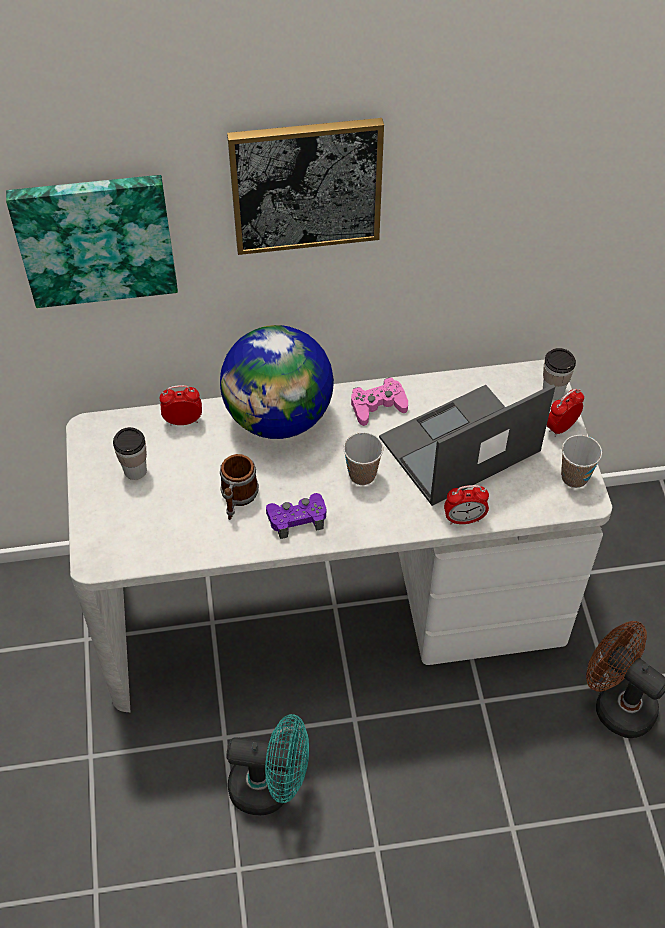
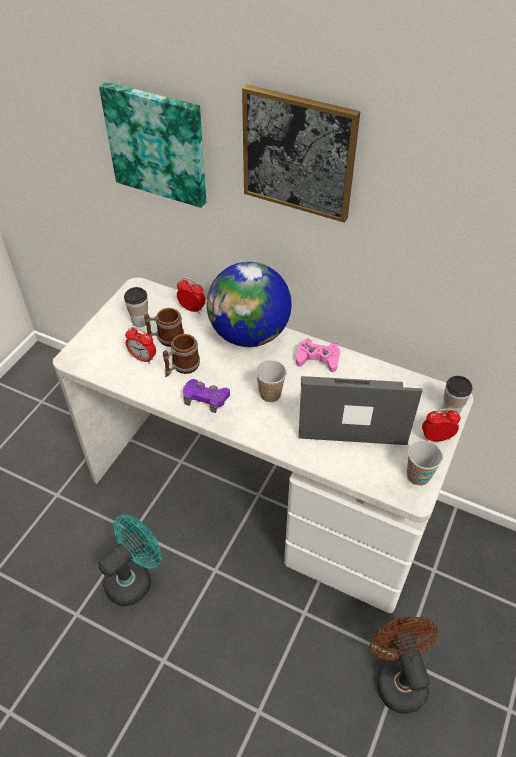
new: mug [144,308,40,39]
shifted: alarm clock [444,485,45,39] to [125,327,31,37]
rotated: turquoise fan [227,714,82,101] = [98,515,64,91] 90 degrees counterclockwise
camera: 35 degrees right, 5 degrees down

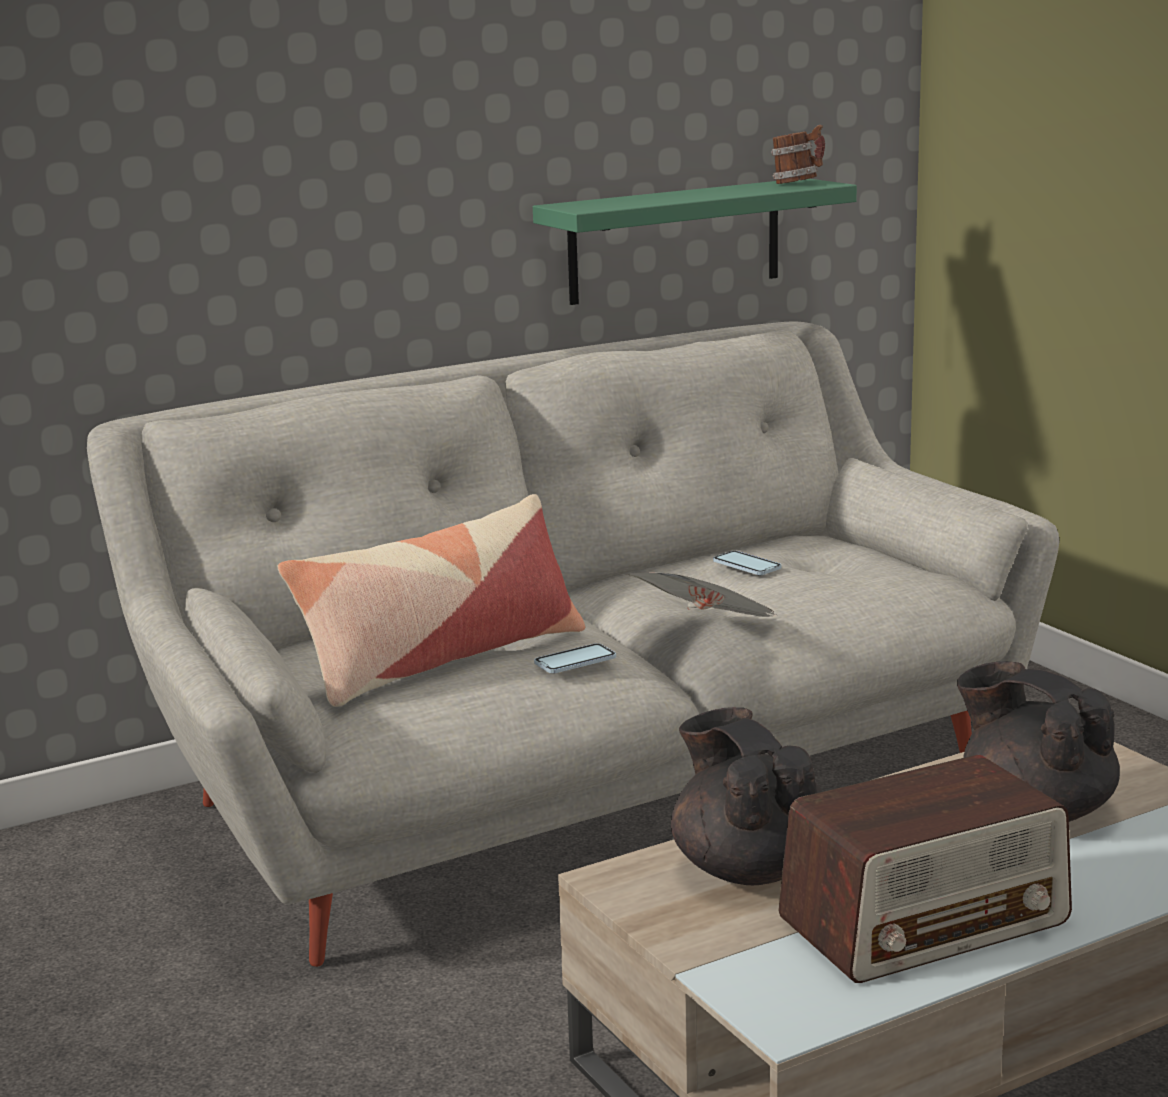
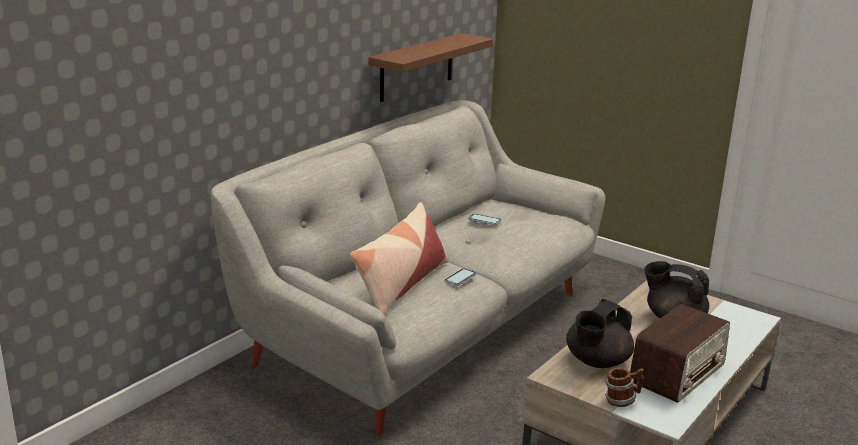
gone: newspaper [627,572,149,45]
shifted: mug [771,125,54,59] to [605,367,39,40]
repainted: green shelf [533,179,324,126] to brown shelf [369,33,124,69]
rotated: black teapot [671,707,152,178] = [566,299,68,69] 90 degrees counterclockwise
camera: 25 degrees left, 5 degrees up

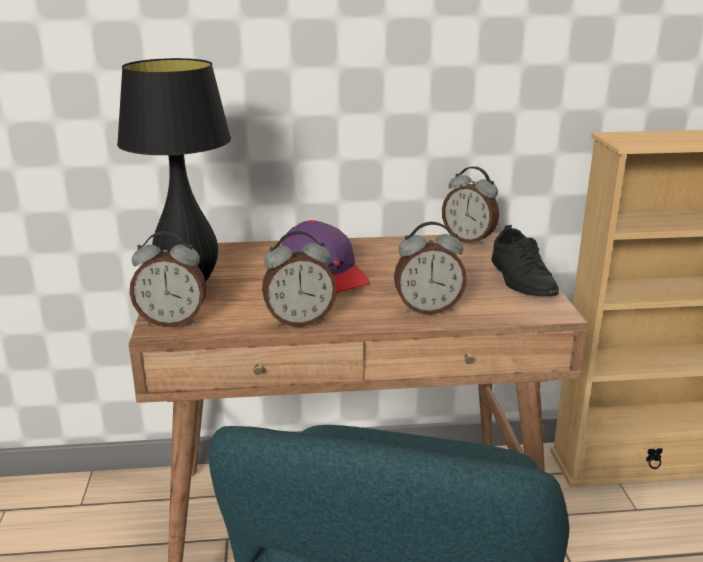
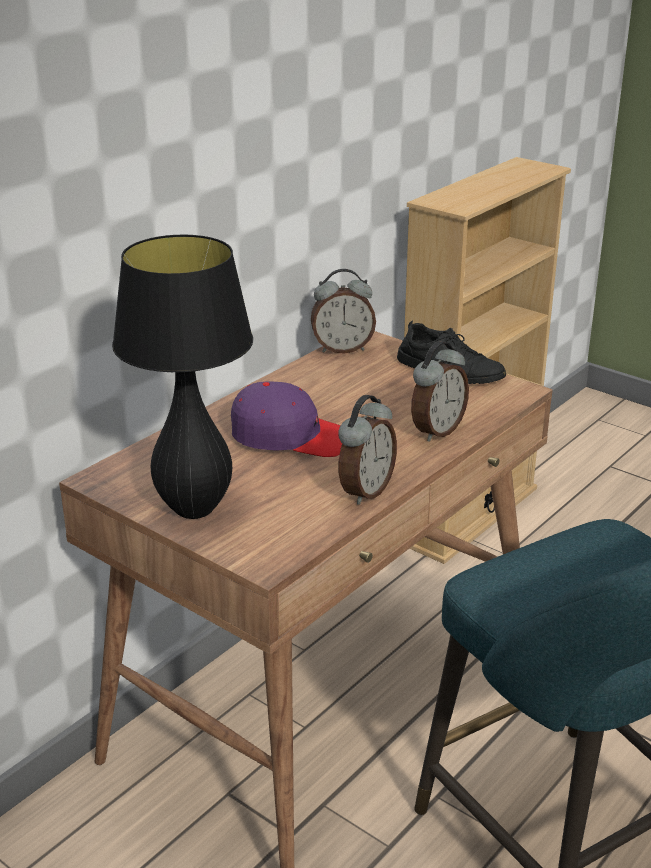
gone: alarm clock [129,231,77,96]
camera: 45 degrees left, 5 degrees up

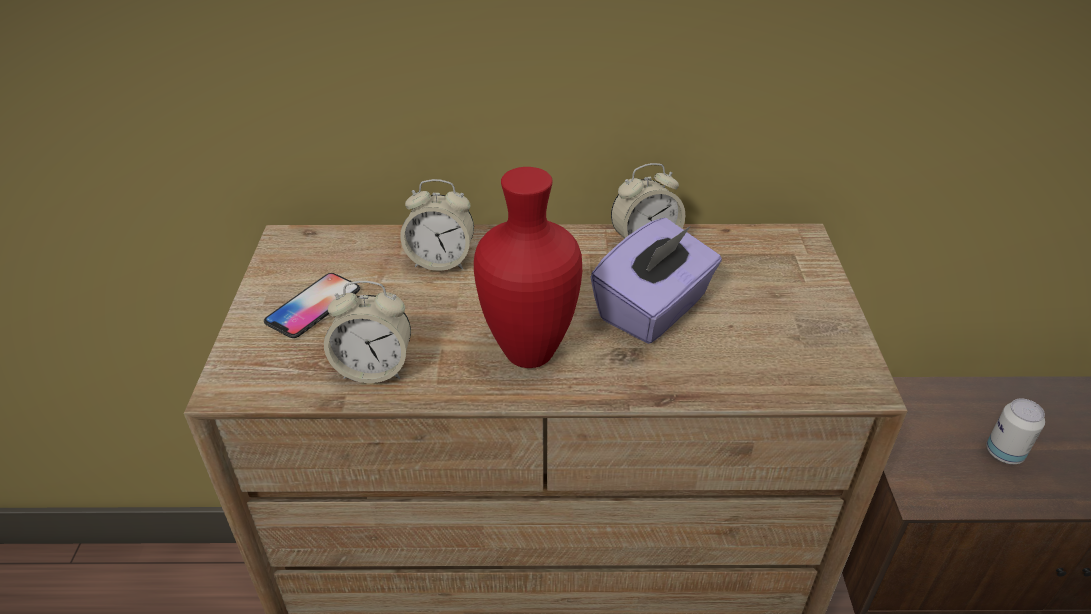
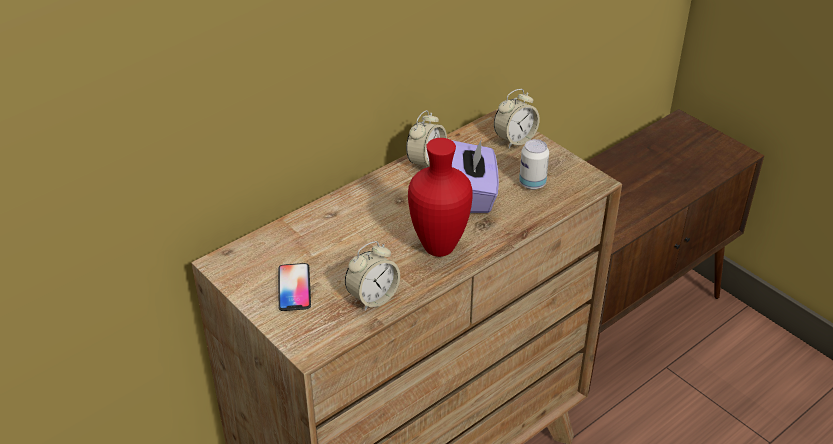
shifted: alarm clock [400,179,74,92] to [494,89,46,59]; can [986,399,59,65] to [519,139,30,51]
camera: 40 degrees left, 0 degrees up

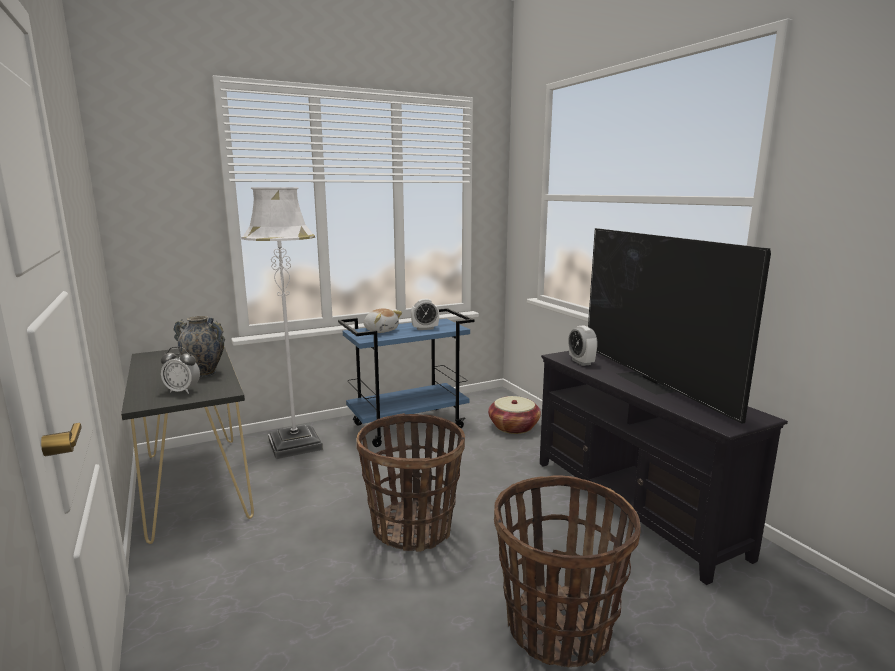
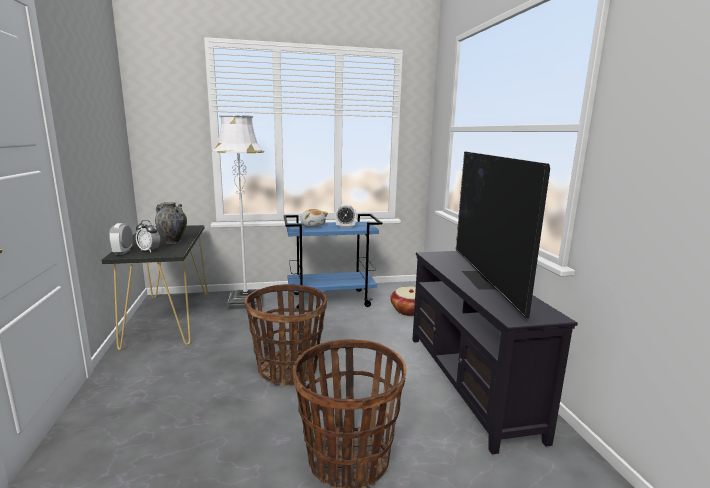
shifted: alarm clock [568,325,30,41] to [109,223,24,32]
camera: 15 degrees right, 0 degrees up

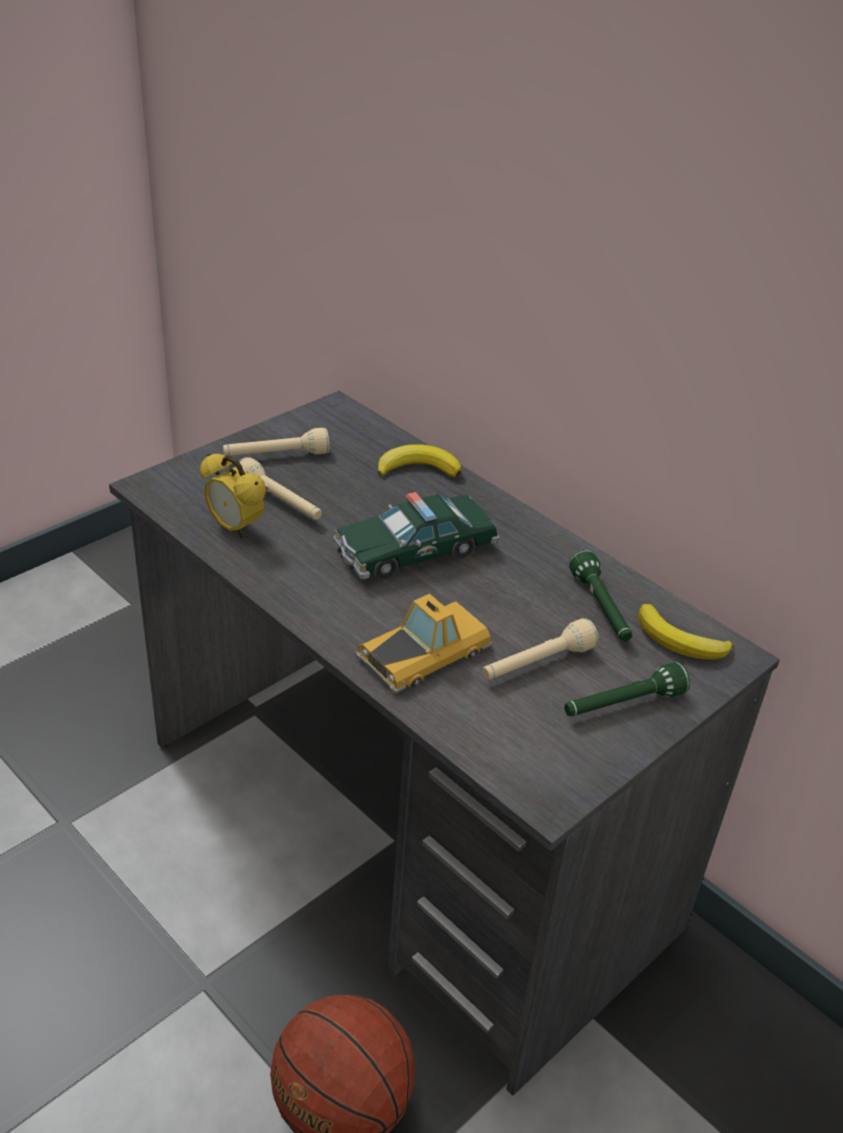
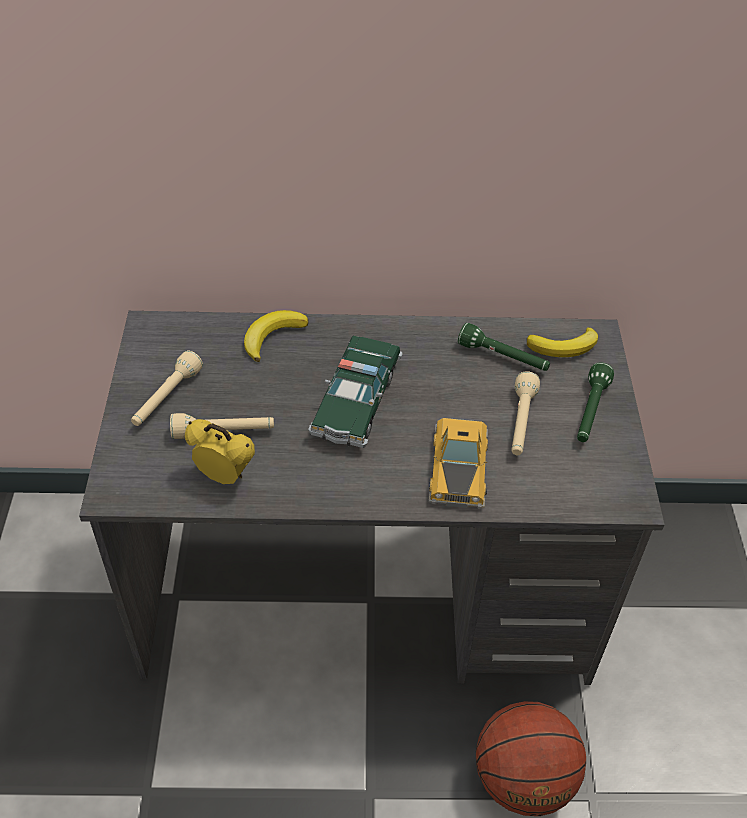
rotated: alarm clock [200,453,66,86] = [185,419,70,65] 150 degrees counterclockwise
camera: 45 degrees left, 10 degrees up

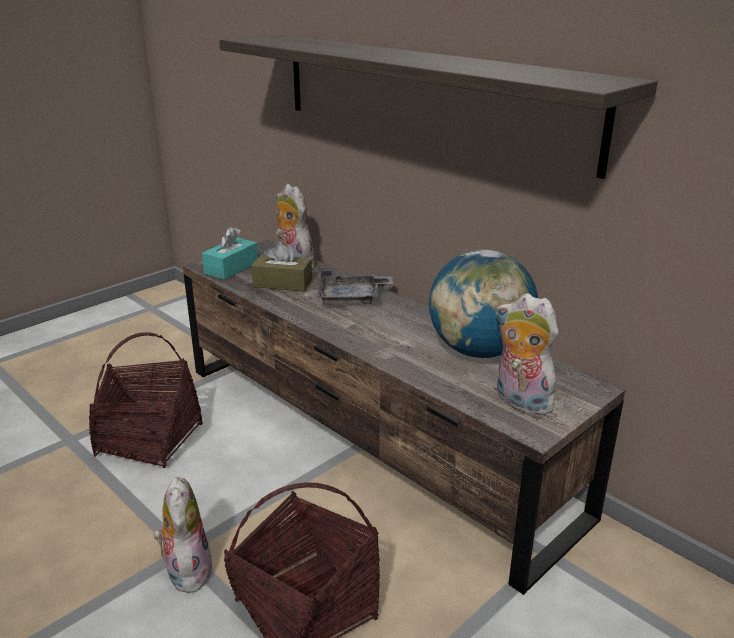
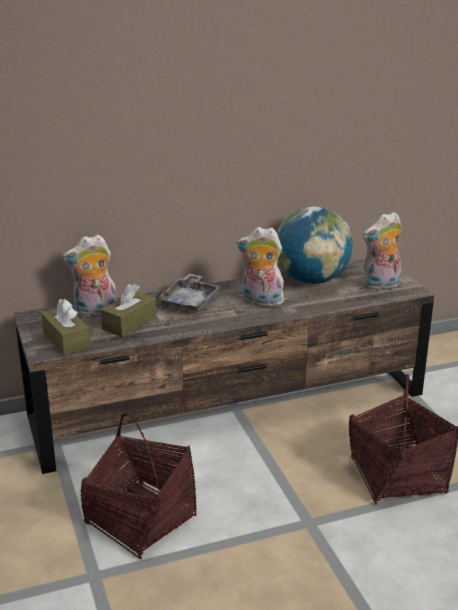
gone: shelf [219,34,439,145]
shifted: plush toy [153,477,60,116] to [236,227,48,82]
repainted: turquoise tissue box [202,227,56,53] to brown tissue box [41,299,50,56]
camera: 65 degrees left, 0 degrees up

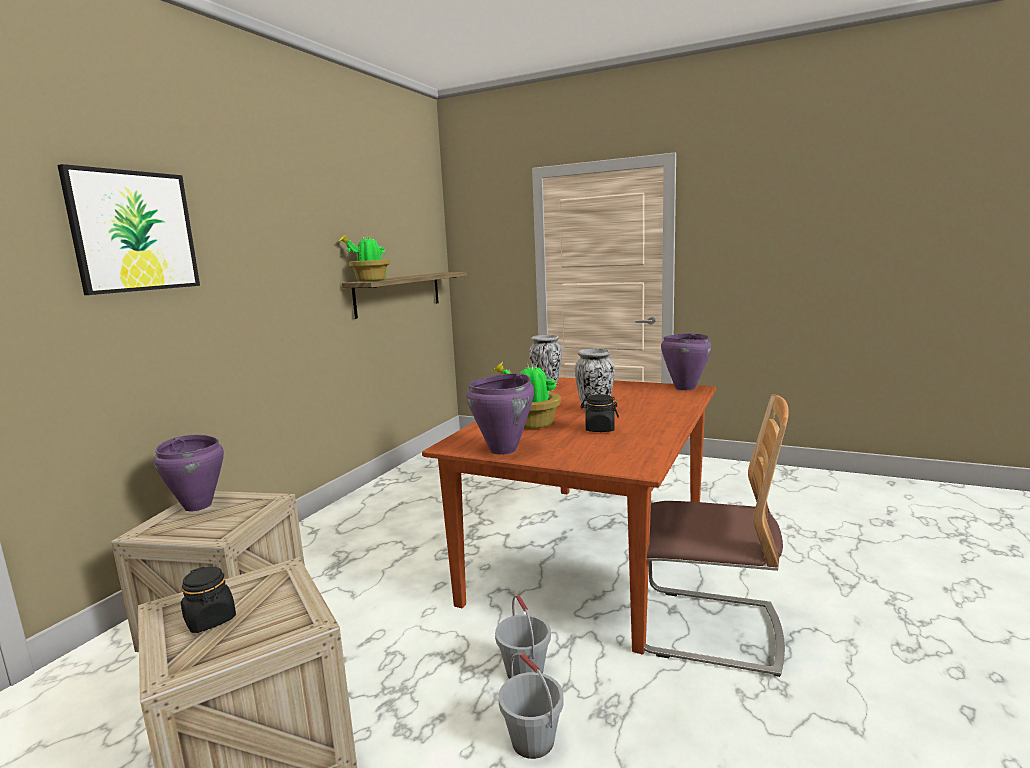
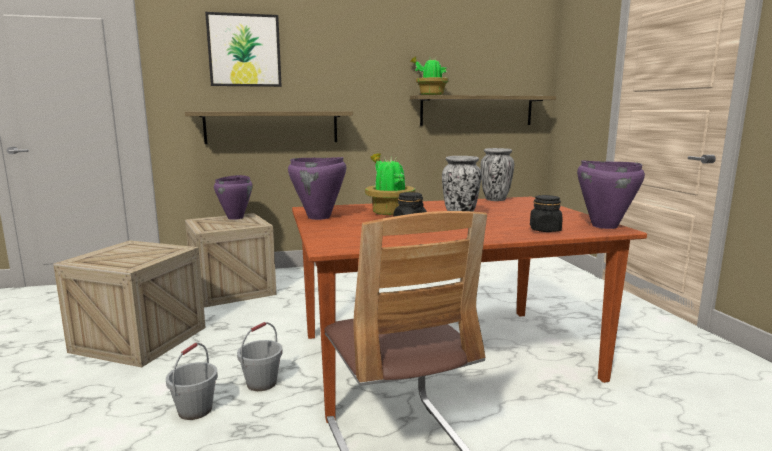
new: shelf [185,111,168,33]
shifted: black jar [181,566,55,67] to [530,195,33,37]
camera: 50 degrees right, 0 degrees up

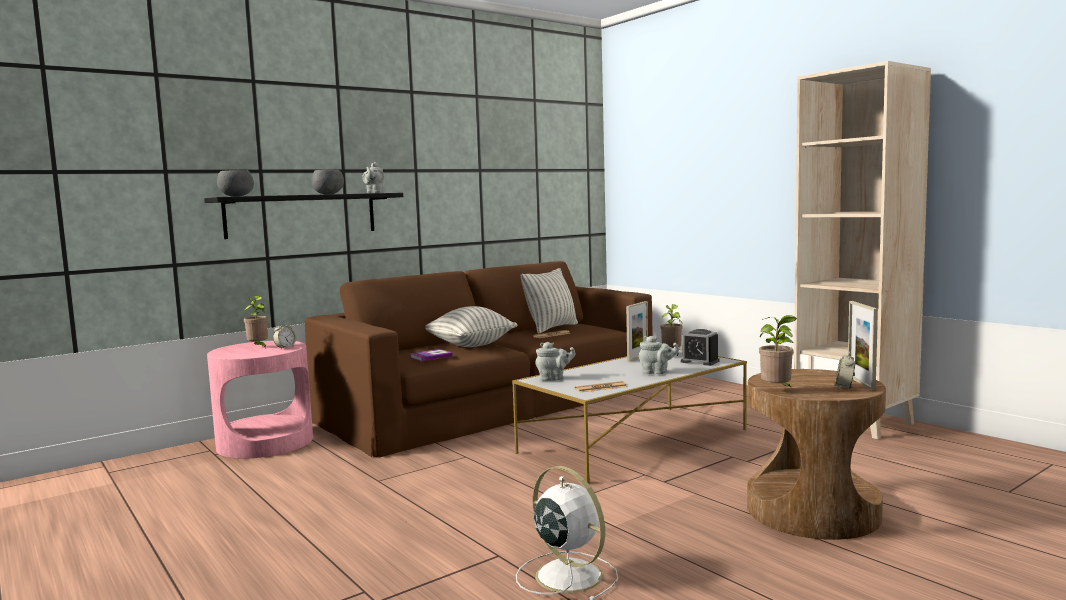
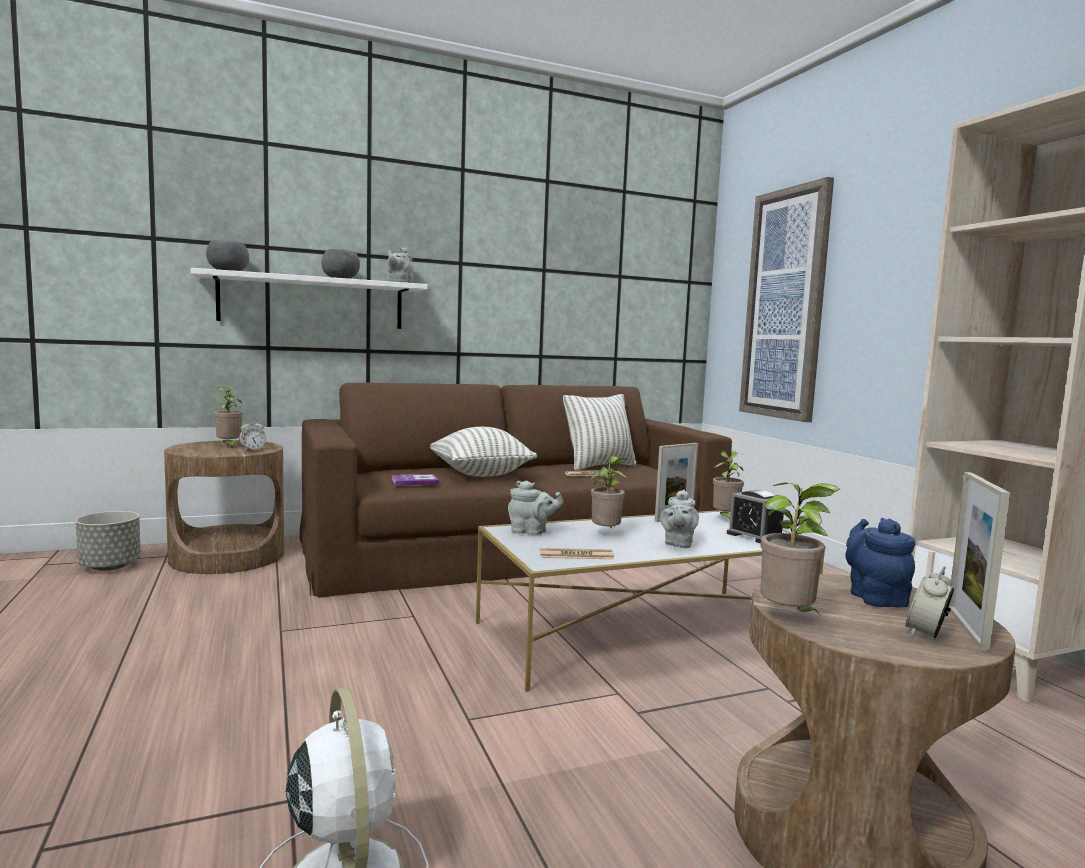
new: picture [739,177,95,245]; potted plant [591,456,36,73]; grey planter [76,511,65,60]; blue teapot [845,518,70,90]
repainted: black shelf [204,193,199,46] to white shelf [191,268,237,61]; pink side table [207,341,106,118] to brown side table [164,440,120,134]
rotated: grey teapot [639,336,40,38] = [660,490,39,58] 75 degrees clockwise
camera: 15 degrees right, 0 degrees up

